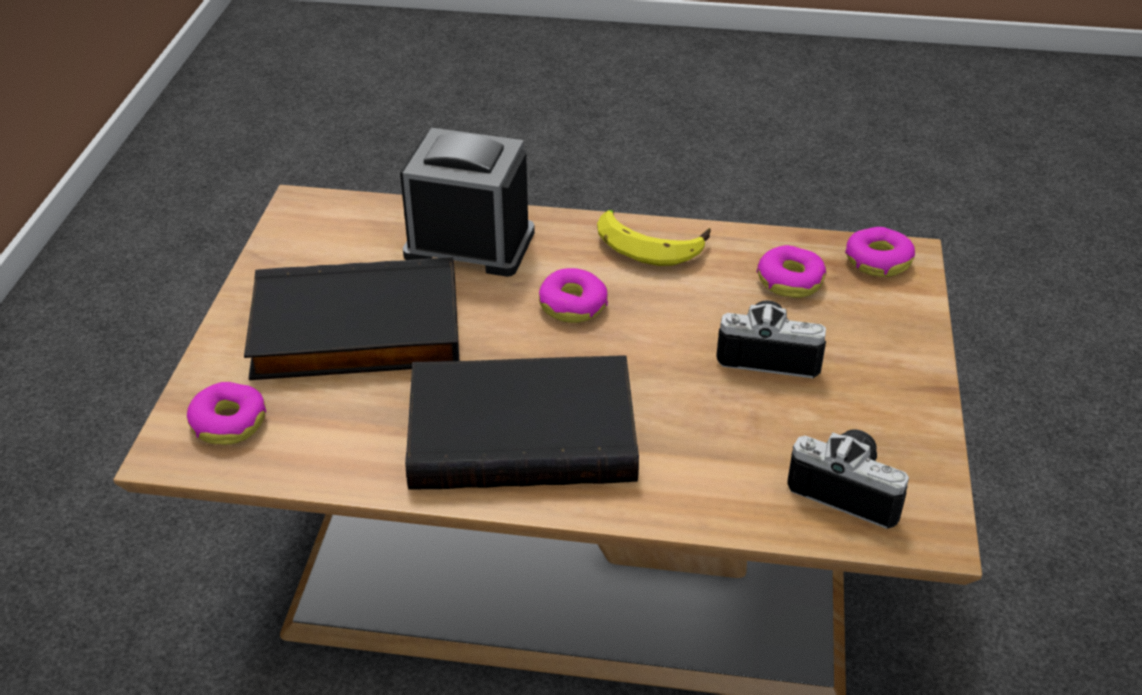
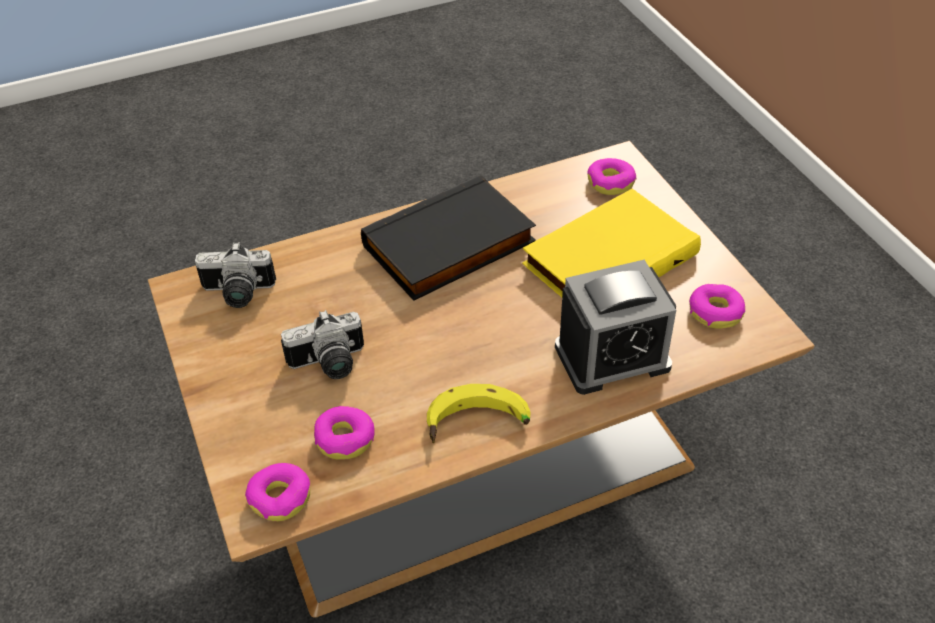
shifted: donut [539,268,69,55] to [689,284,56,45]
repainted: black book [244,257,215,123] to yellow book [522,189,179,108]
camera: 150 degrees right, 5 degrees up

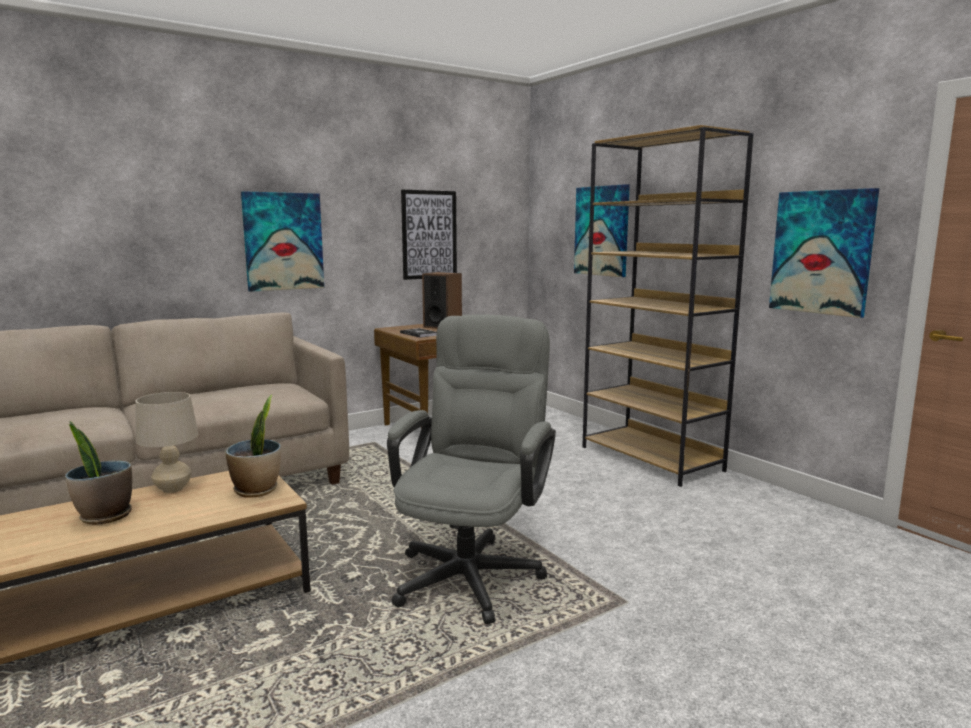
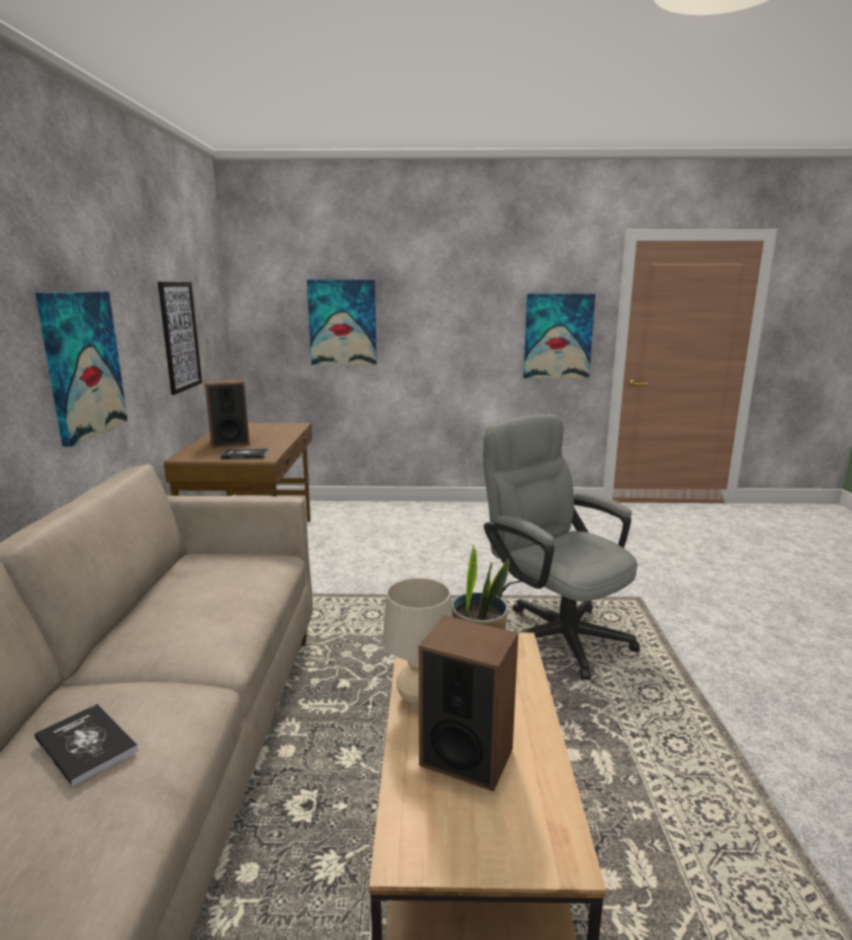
gone: brown bookcase [582,125,171,362]
new: book [34,704,104,83]
swapped: potted plant [65,421,67,104] to speaker [419,615,99,176]
camera: 55 degrees left, 5 degrees up

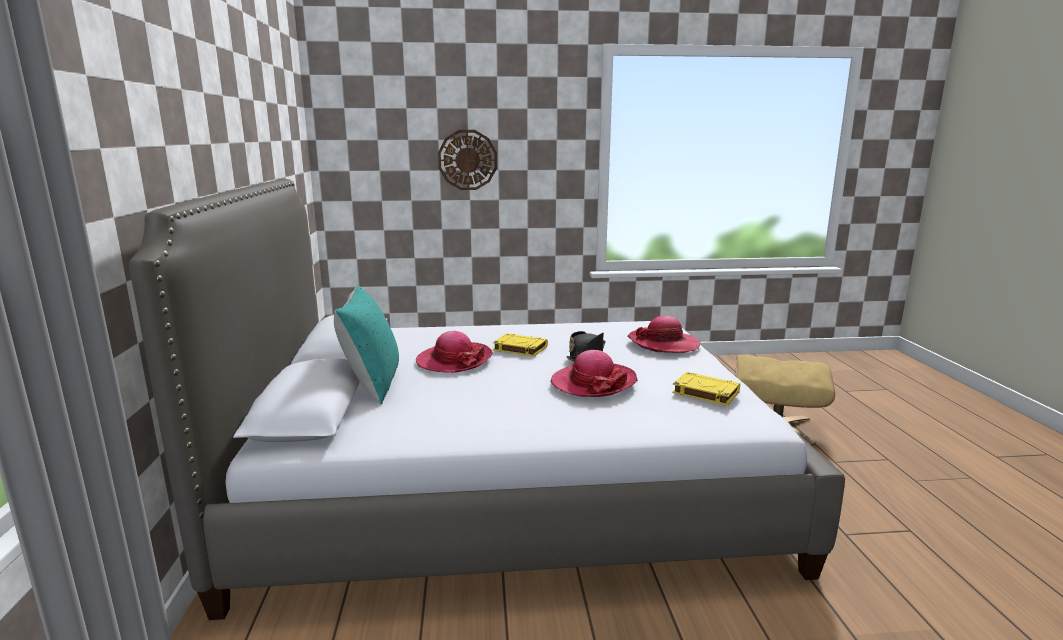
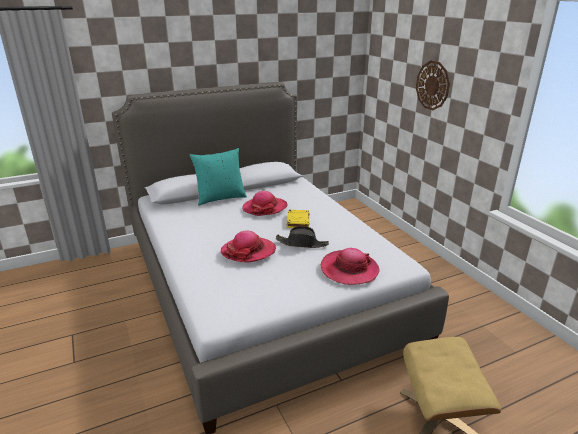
gone: yellow book [672,372,68,34]
camera: 70 degrees right, 10 degrees up

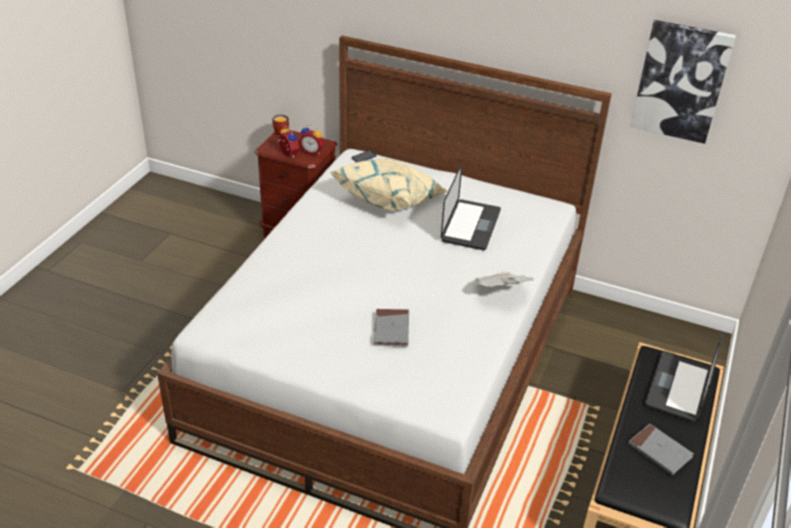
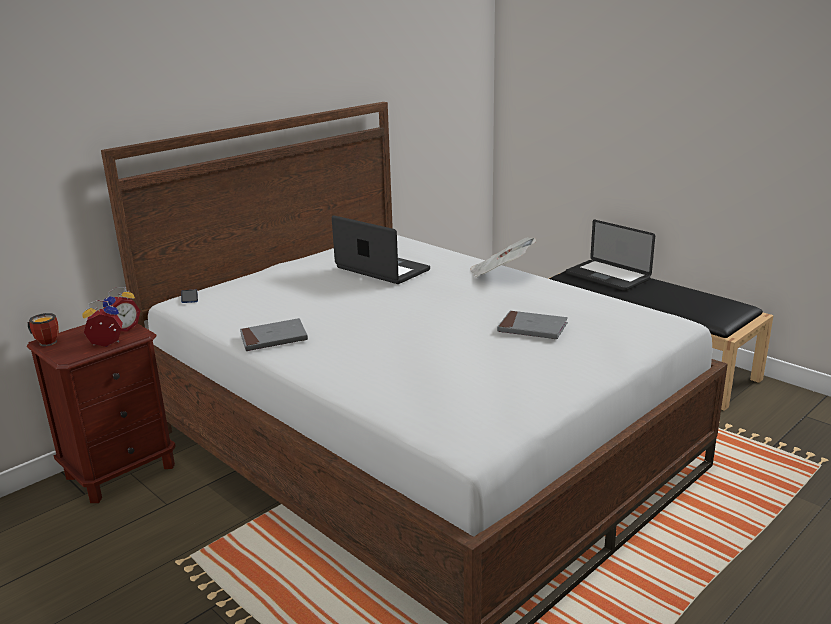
gone: picture [630,20,106,124]; beige pillow [330,158,118,53]
shifted: grey book [628,424,66,51] to [240,318,68,33]
camera: 65 degrees left, 15 degrees down

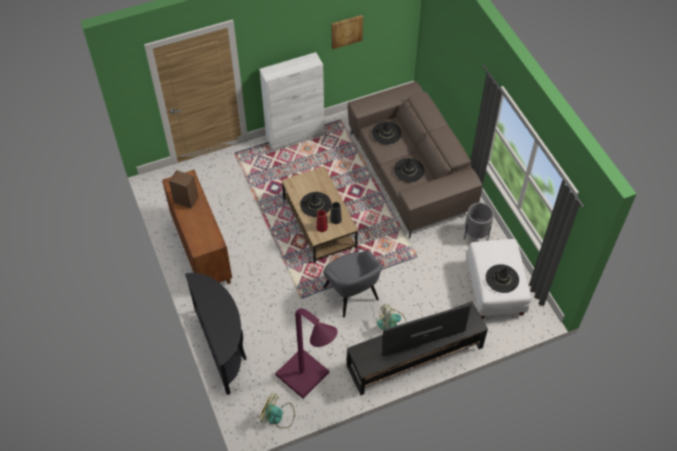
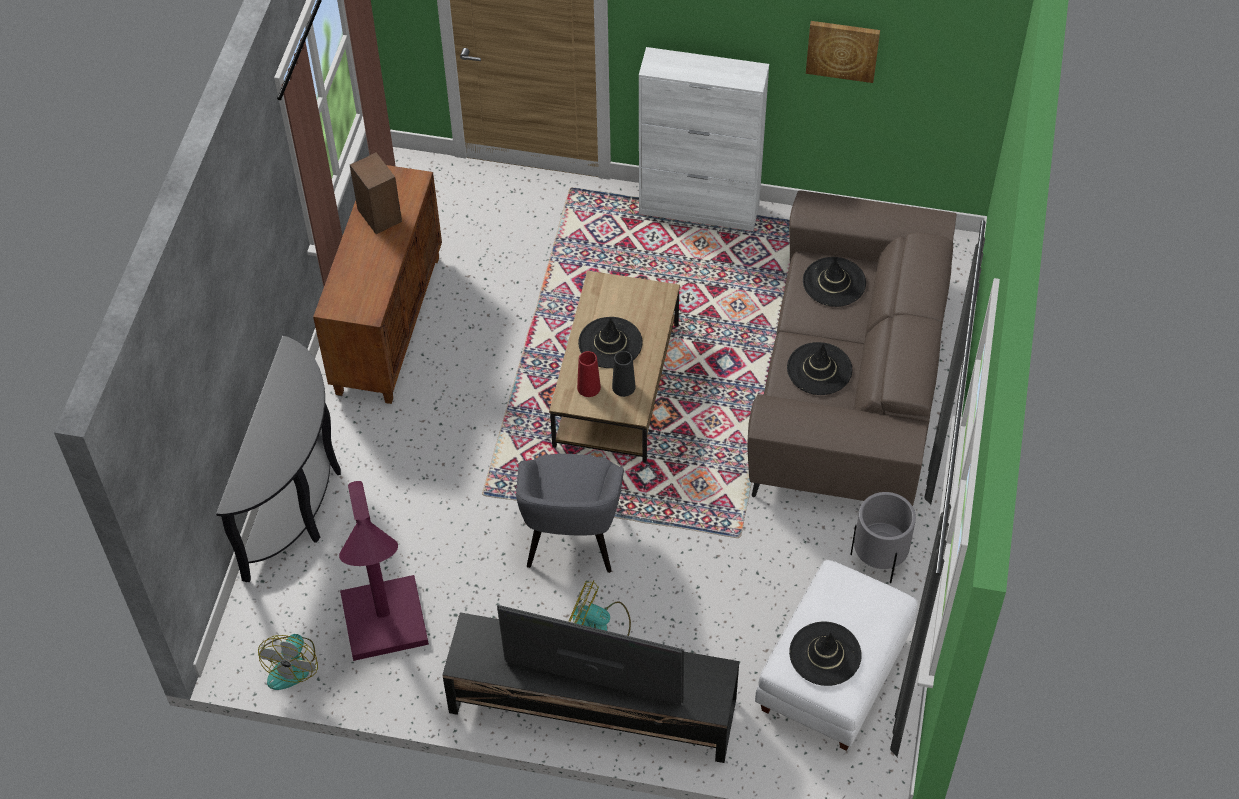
rotated: fan [259,393,36,35] = [258,634,60,56] 135 degrees counterclockwise
camera: 35 degrees right, 0 degrees up

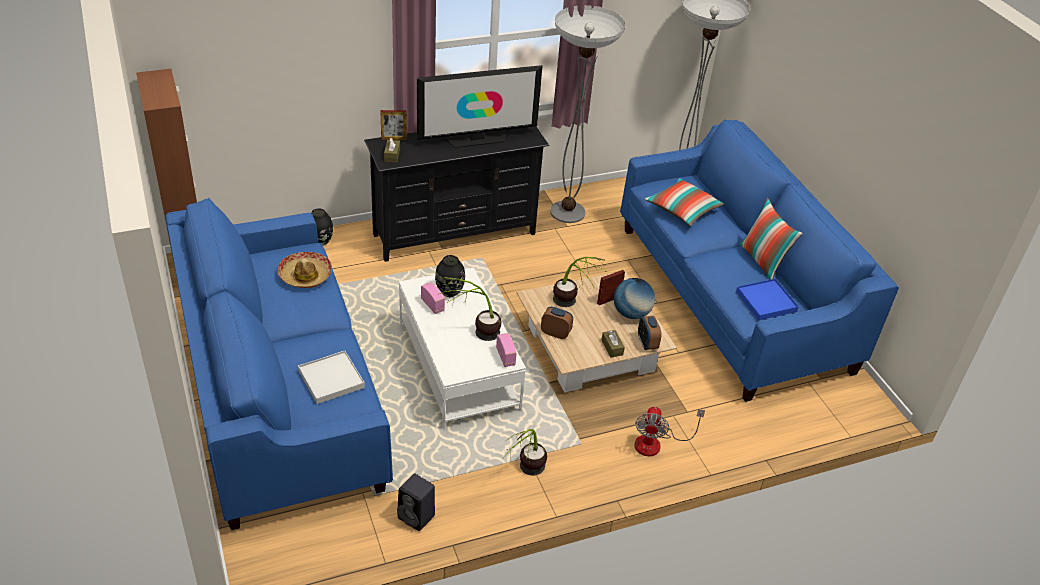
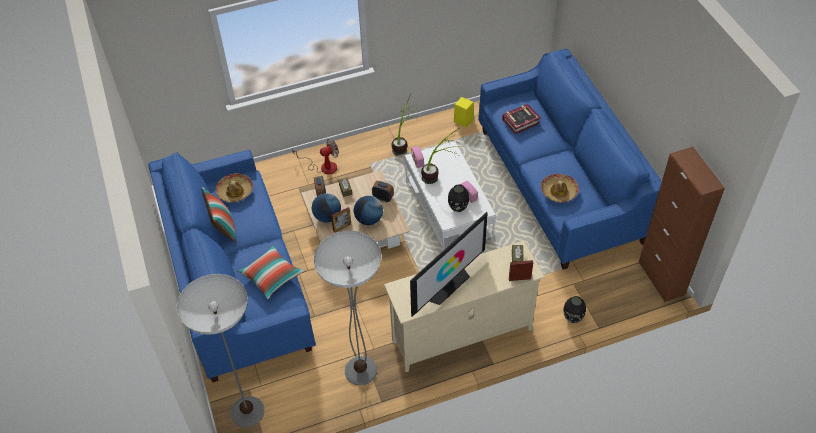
swapped: potted plant [553,257,55,50] to globe [354,196,29,29]; blue tray [736,279,63,41] to hat [216,173,37,30]; white tray [298,351,67,53] to book [502,104,39,30]
repainted: black tv stand [364,126,185,136] to beige tv stand [384,241,161,131]; black speaker [397,474,38,57] to yellow speaker [454,97,20,31]
rotated: television [417,65,125,83] = [410,212,78,105] 150 degrees clockwise; fan [635,407,70,49] = [292,139,47,35] 45 degrees clockwise
camera: 175 degrees left, 10 degrees up

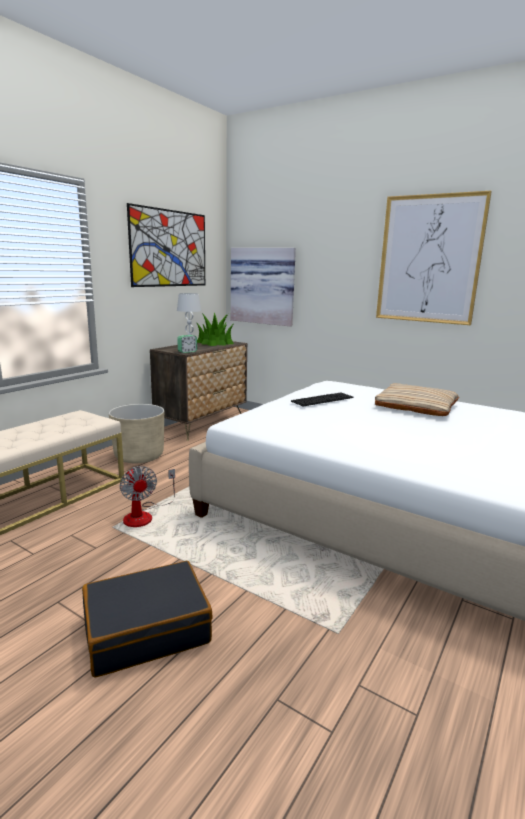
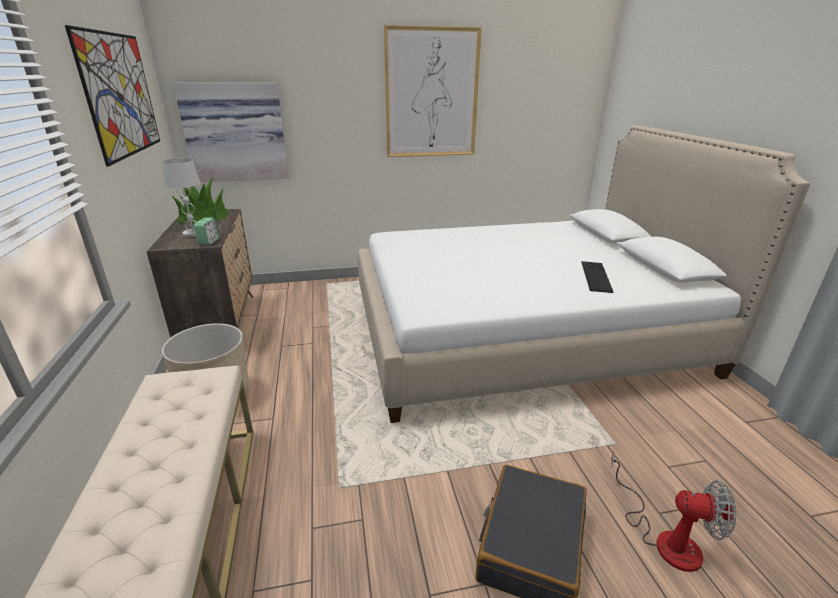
gone: beige pillow [375,383,84,33]
shifted: keyboard [291,392,63,14] to [581,261,33,32]; fan [120,466,55,61] to [611,451,125,121]
camera: 45 degrees left, 10 degrees up

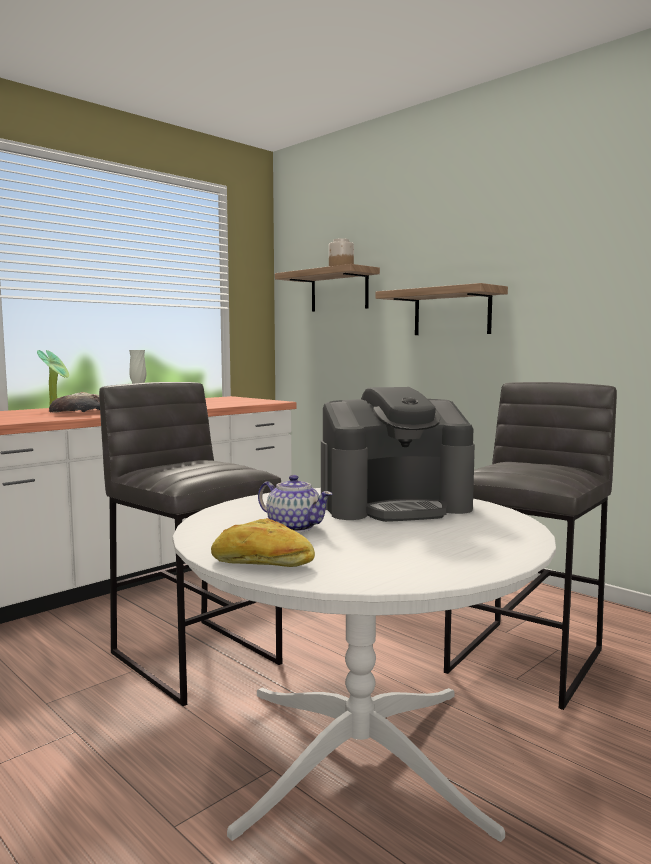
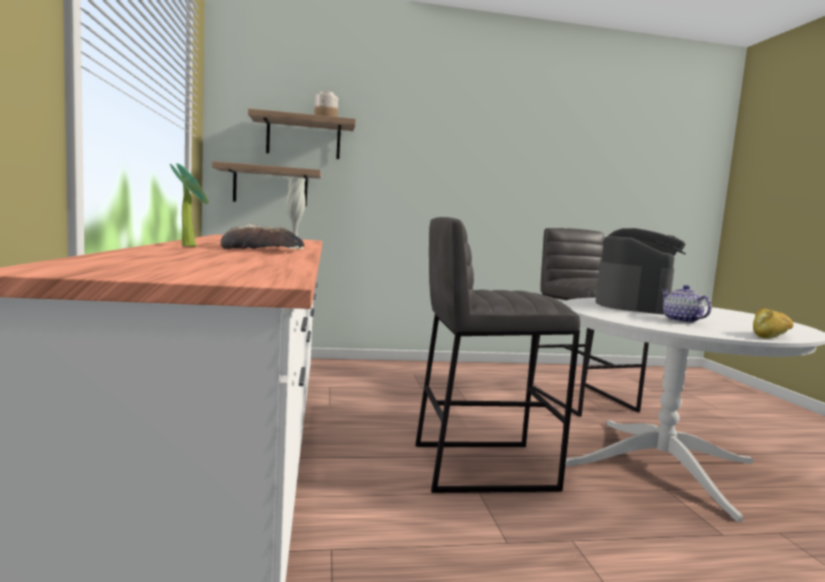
shifted: shelf [376,283,132,52] to [212,161,109,46]
rotated: teapot [258,475,74,58] = [661,285,51,38] 90 degrees counterclockwise
camera: 55 degrees left, 0 degrees up

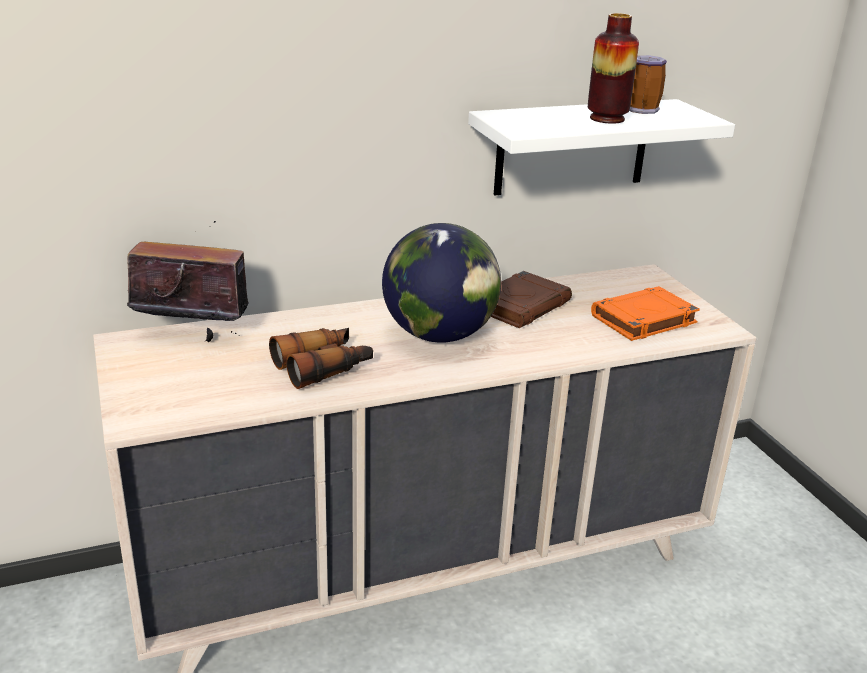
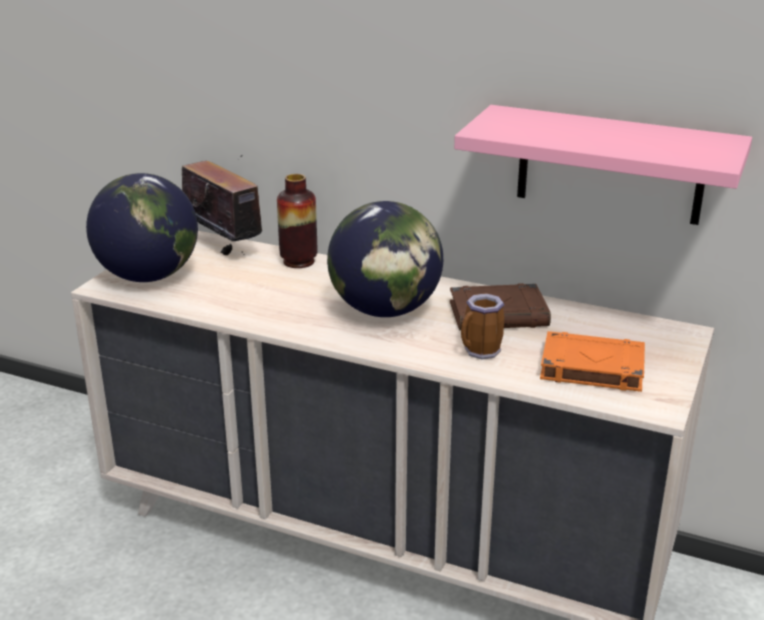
gone: binoculars [269,328,104,61]
new: globe [86,173,112,109]
shifted: vase [588,13,51,111] to [277,174,40,94]; mug [630,55,37,59] to [461,293,43,66]
repainted: white shelf [468,99,267,96] to pink shelf [454,105,298,120]
camera: 45 degrees right, 0 degrees up

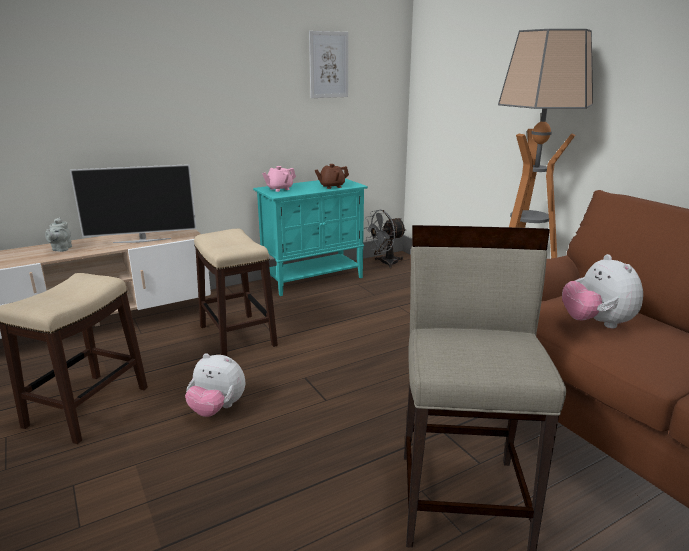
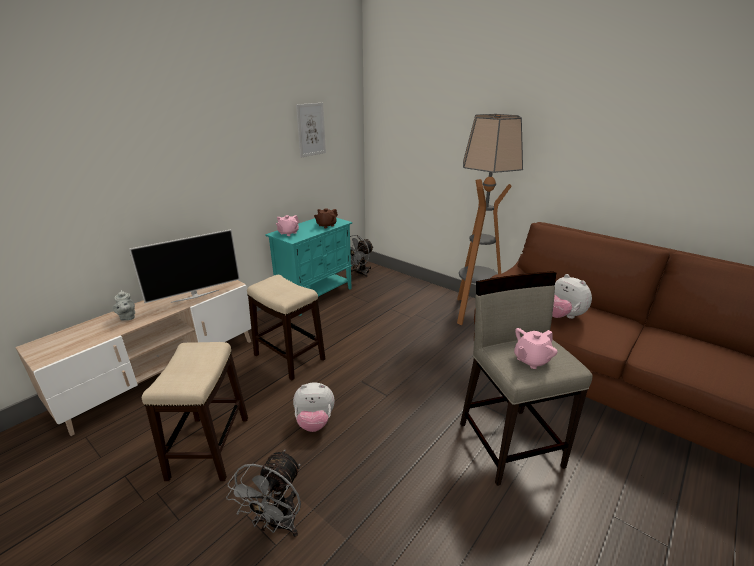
new: pink teapot [514,328,44,41]; grey fan [226,449,75,88]
camera: 20 degrees left, 5 degrees up

